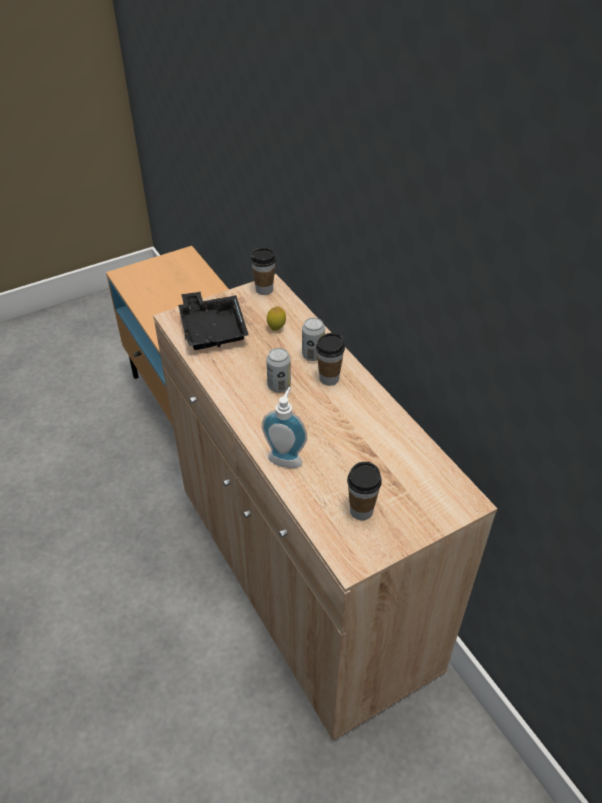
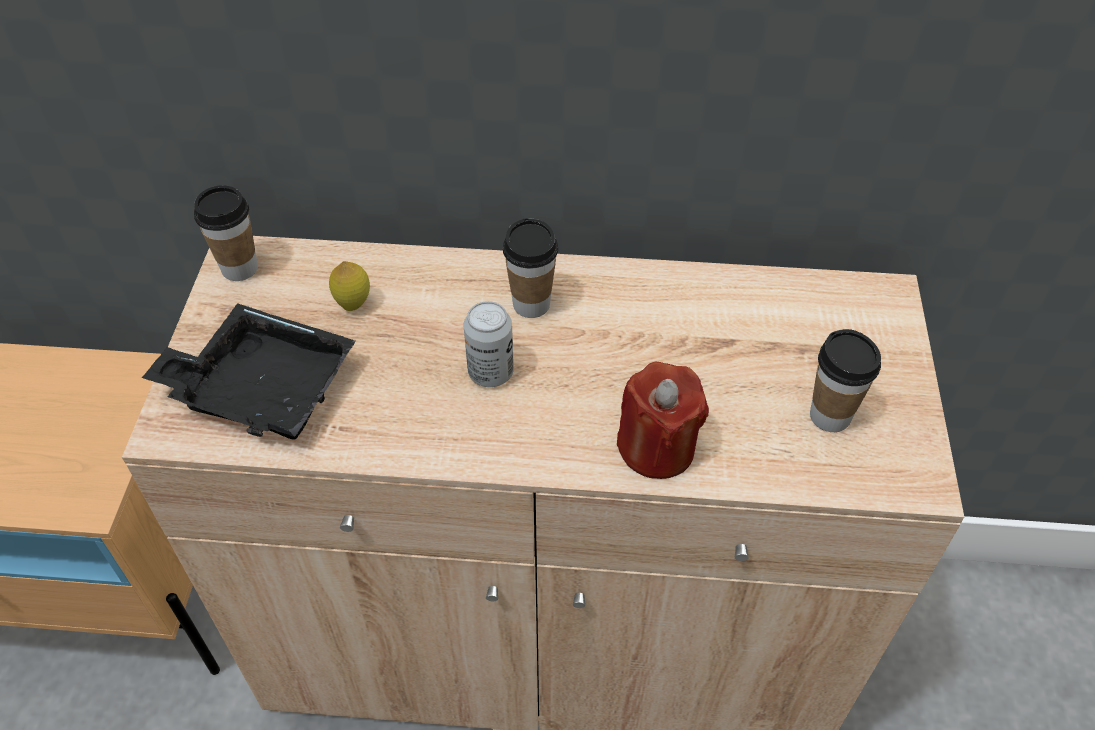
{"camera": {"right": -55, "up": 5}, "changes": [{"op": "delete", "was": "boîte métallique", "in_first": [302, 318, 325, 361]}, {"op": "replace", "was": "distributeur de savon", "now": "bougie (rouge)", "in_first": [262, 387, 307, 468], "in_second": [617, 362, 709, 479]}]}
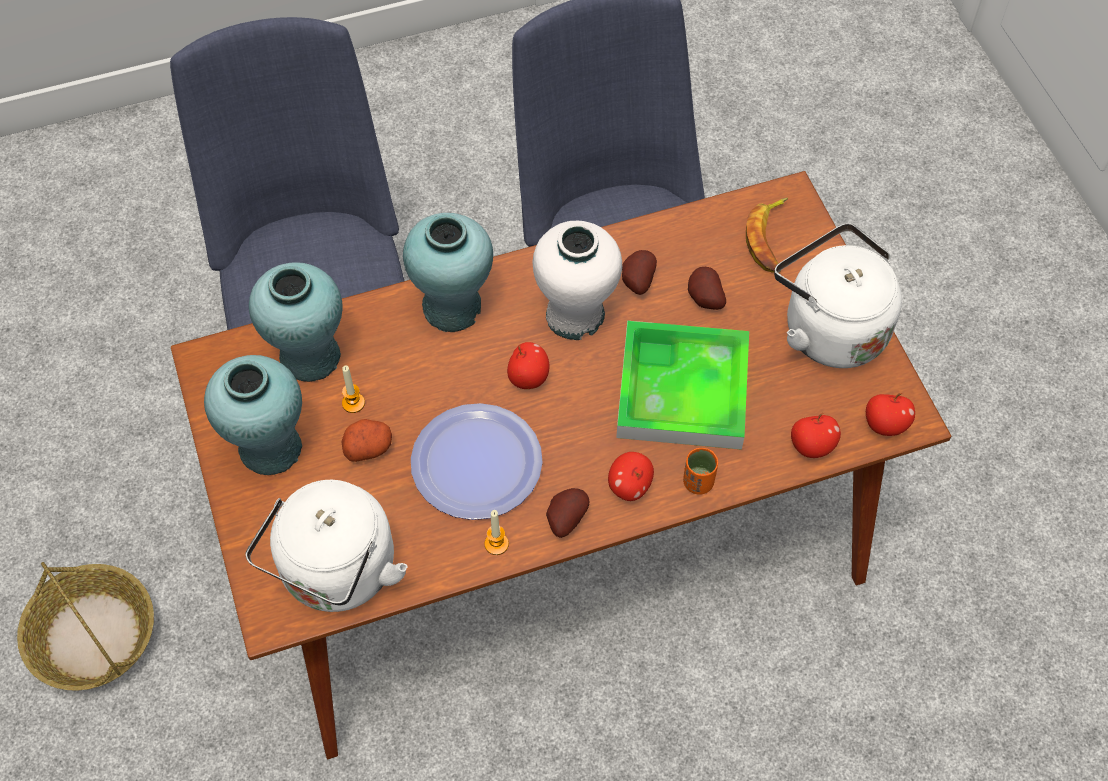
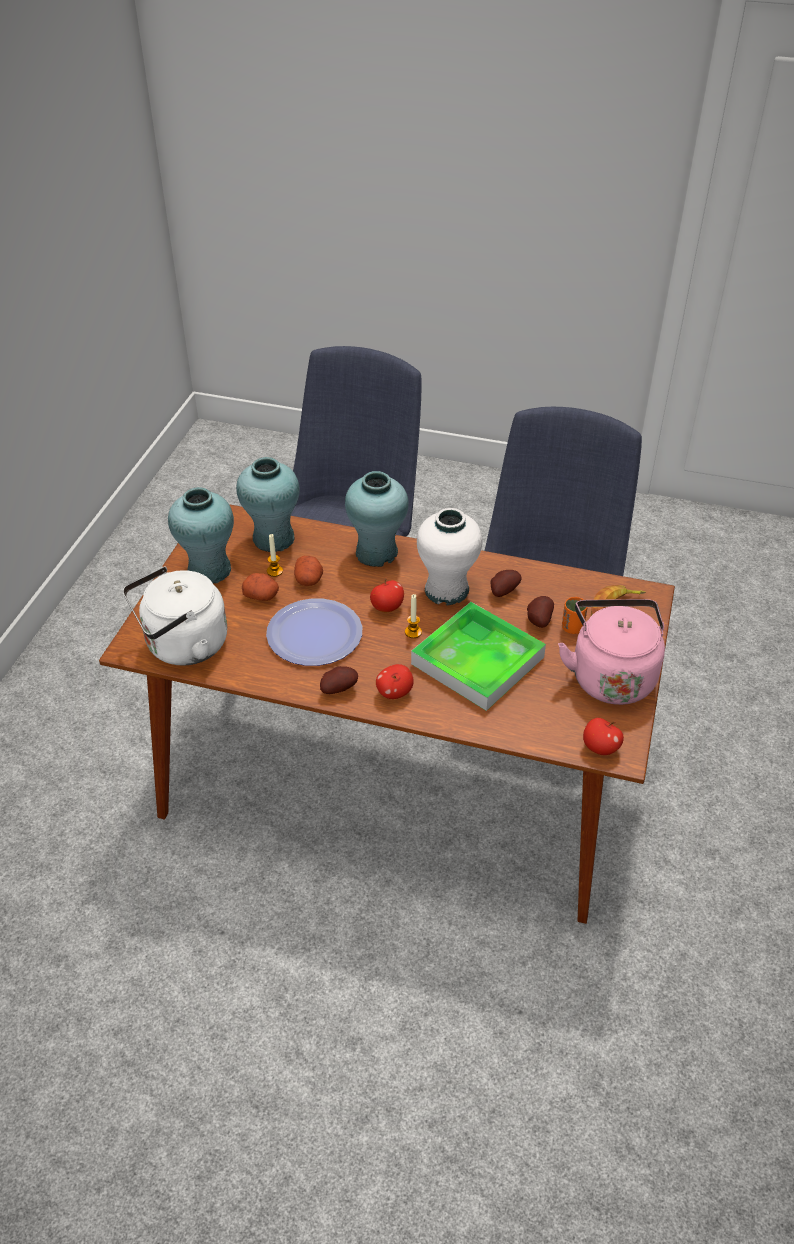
{"camera": {"right": 35, "up": -15}, "changes": [{"op": "delete", "was": "panier", "in_first": [17, 562, 154, 691]}, {"op": "delete", "was": "pomme", "in_first": [791, 413, 841, 458]}, {"op": "insert", "now": "pomme de terre", "in_second": [294, 556, 323, 586]}, {"op": "move", "was": "bougie", "in_first": [484, 510, 509, 555], "in_second": [405, 594, 422, 638]}, {"op": "move", "was": "tasse (orange)", "in_first": [683, 448, 718, 495], "in_second": [562, 597, 588, 634]}, {"op": "recolor", "was": "bouilloire (blanc)", "now": "bouilloire (rose)", "in_first": [774, 223, 902, 368], "in_second": [558, 599, 665, 705]}]}
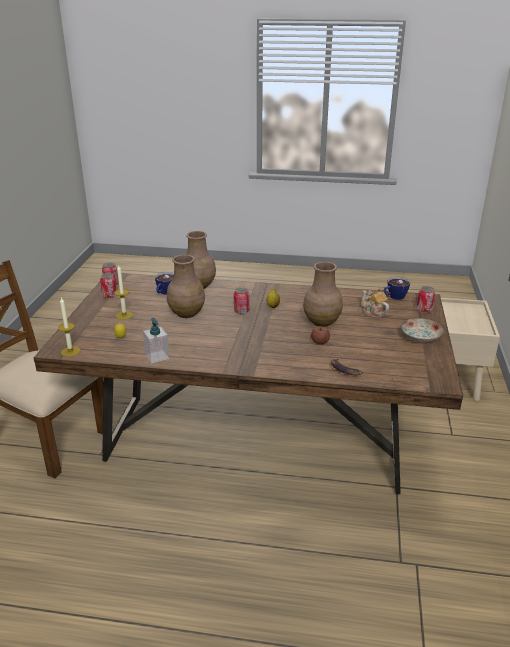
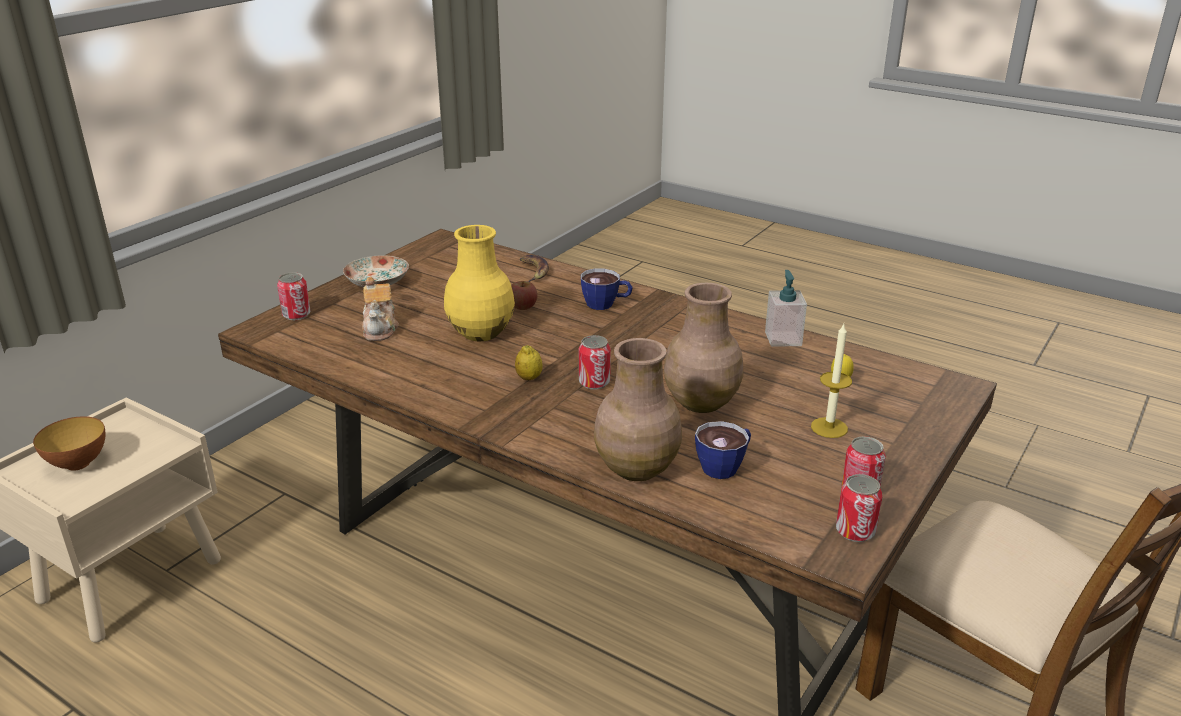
{"camera": {"right": -155, "up": 0}, "changes": [{"op": "delete", "was": "bougie", "in_first": [58, 297, 80, 357]}, {"op": "insert", "now": "bol", "in_second": [33, 416, 106, 471]}, {"op": "move", "was": "tasse", "in_first": [383, 277, 410, 300], "in_second": [581, 268, 632, 310]}, {"op": "recolor", "was": "vase (marron)", "now": "vase (jaune)", "in_first": [303, 262, 343, 327], "in_second": [444, 225, 515, 341]}]}
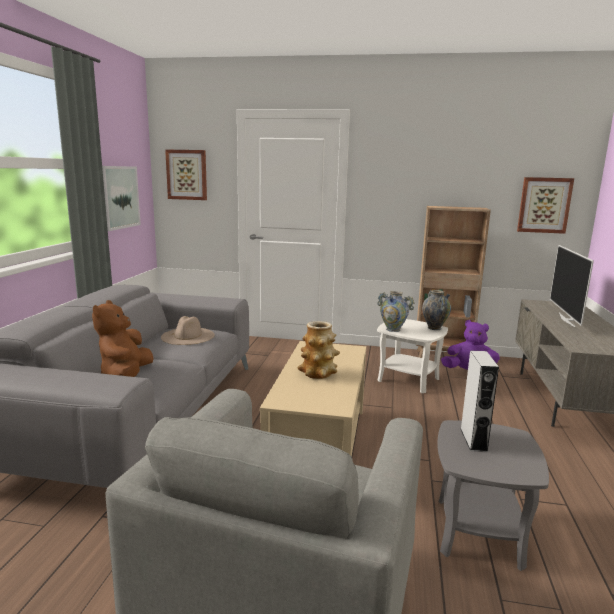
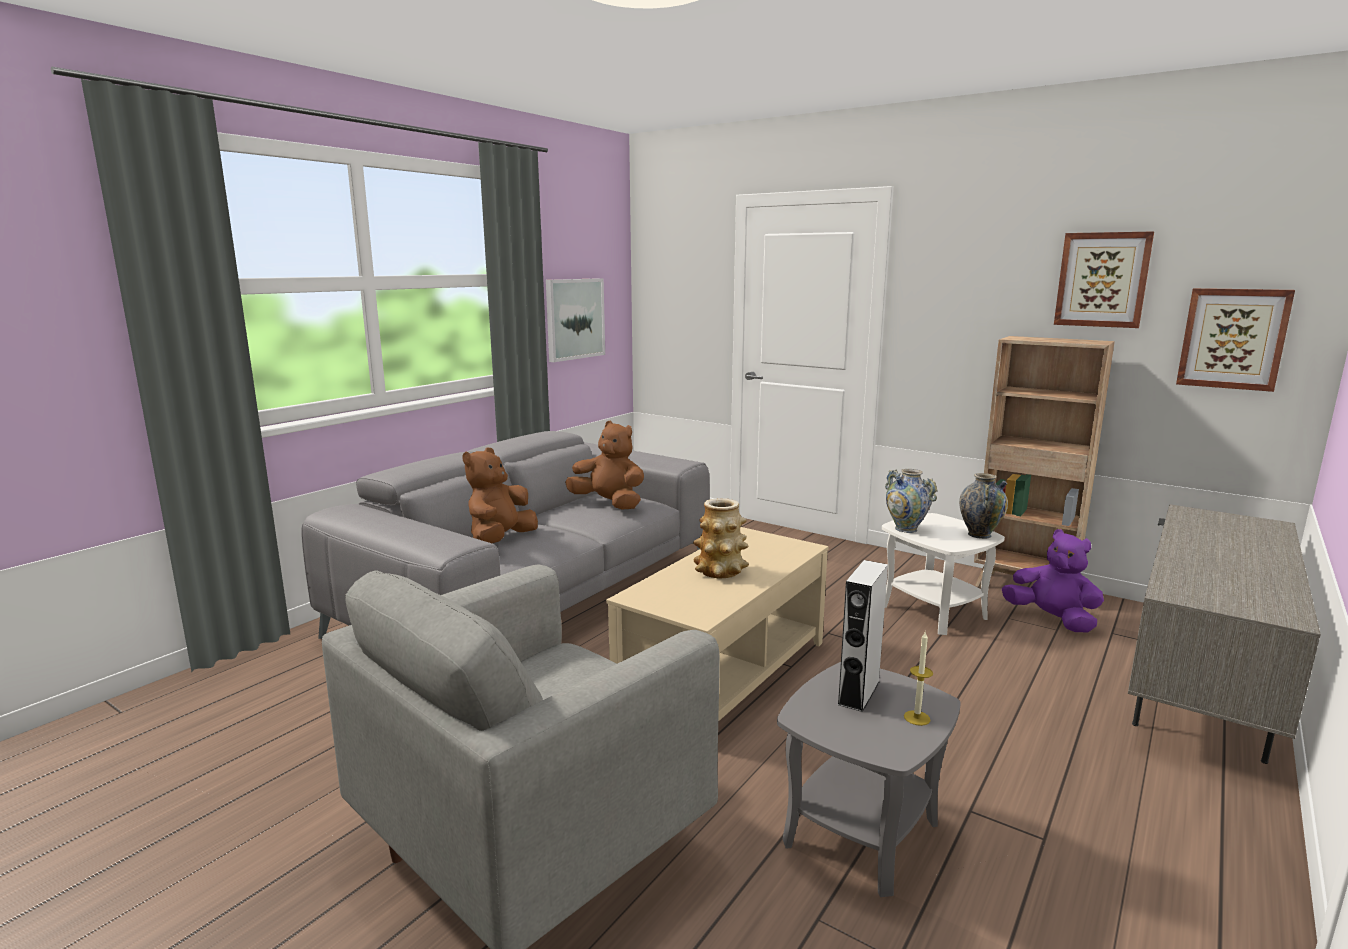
{"camera": {"right": 25, "up": 0}, "changes": [{"op": "delete", "was": "téléviseur", "in_first": [550, 245, 594, 327]}, {"op": "insert", "now": "bougie", "in_second": [904, 631, 933, 726]}, {"op": "move", "was": "tableau", "in_first": [165, 149, 207, 200], "in_second": [1054, 231, 1154, 328]}, {"op": "replace", "was": "chapeau (beige)", "now": "peluche (marron)", "in_first": [161, 316, 215, 345], "in_second": [565, 421, 644, 510]}]}
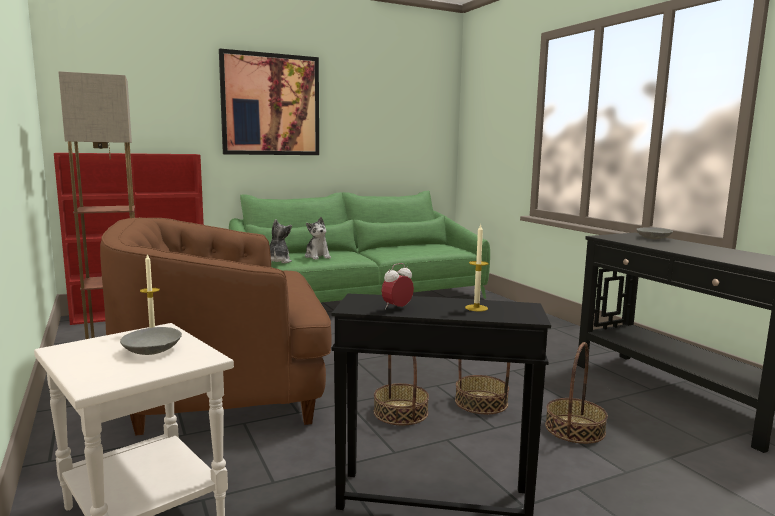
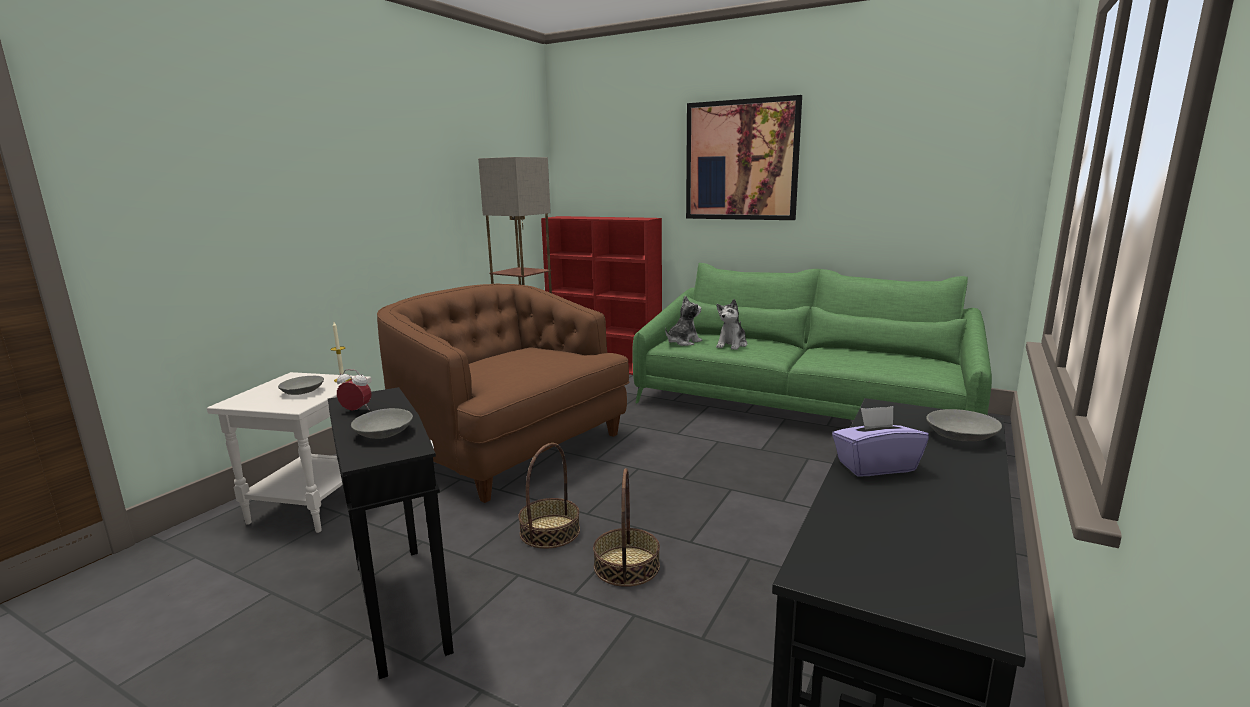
{"camera": {"right": 55, "up": 5}, "changes": [{"op": "delete", "was": "panier", "in_first": [545, 342, 608, 444]}, {"op": "insert", "now": "boîte à mouchoirs (violet)", "in_second": [832, 406, 929, 477]}, {"op": "replace", "was": "bougie", "now": "bol (gris)", "in_first": [465, 225, 489, 311], "in_second": [351, 408, 413, 439]}]}
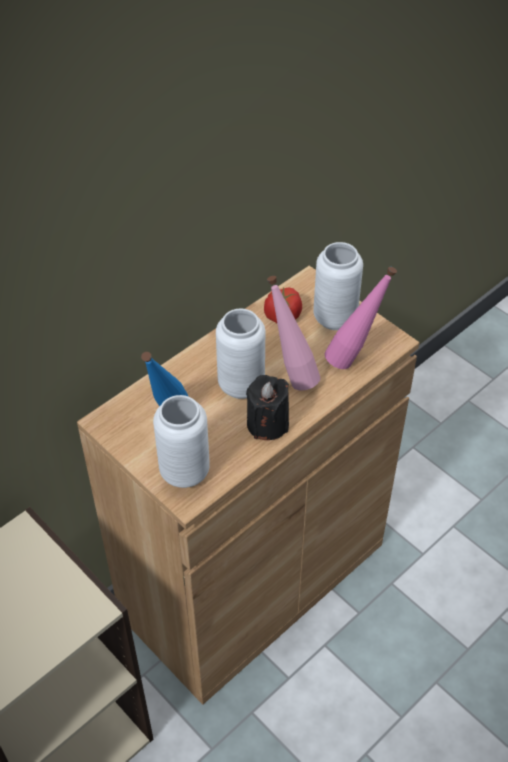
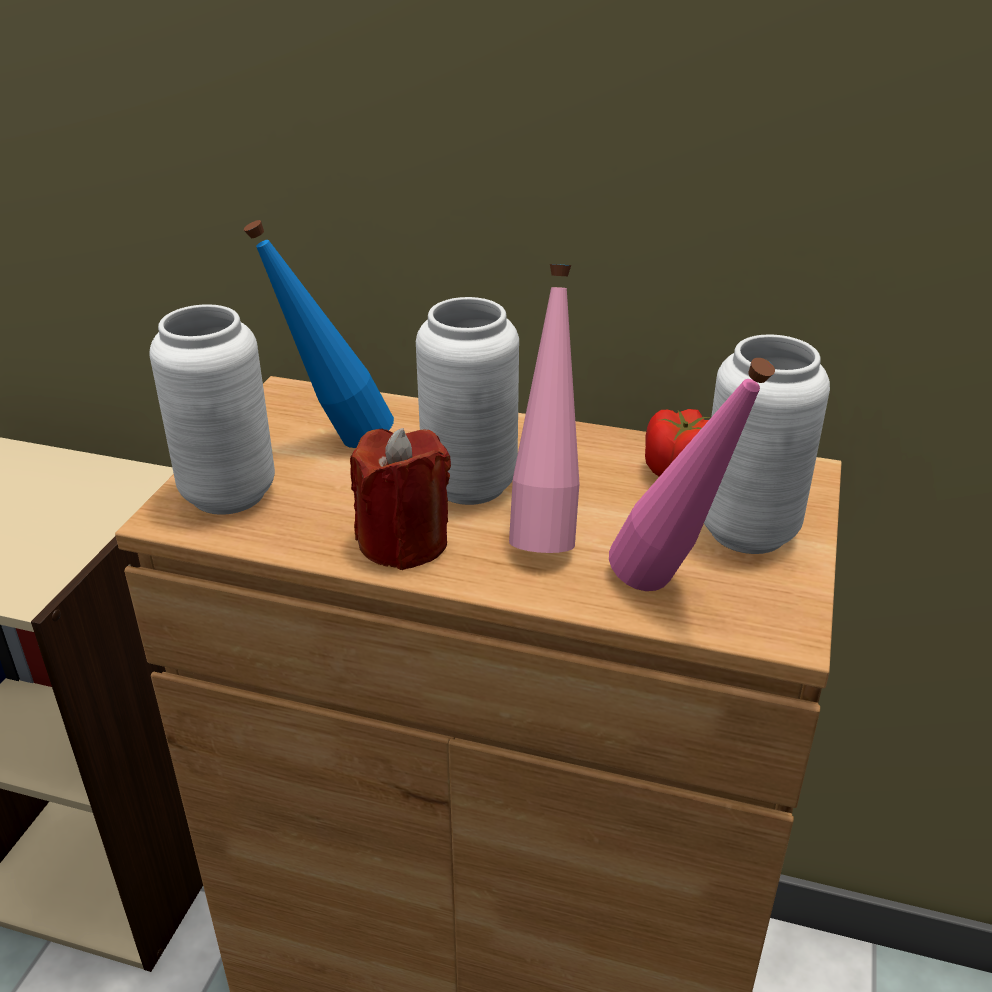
{"camera": {"right": 60, "up": -15}, "changes": [{"op": "recolor", "was": "bougie (noir)", "now": "bougie (rouge)", "in_first": [246, 375, 289, 440], "in_second": [350, 428, 451, 570]}]}
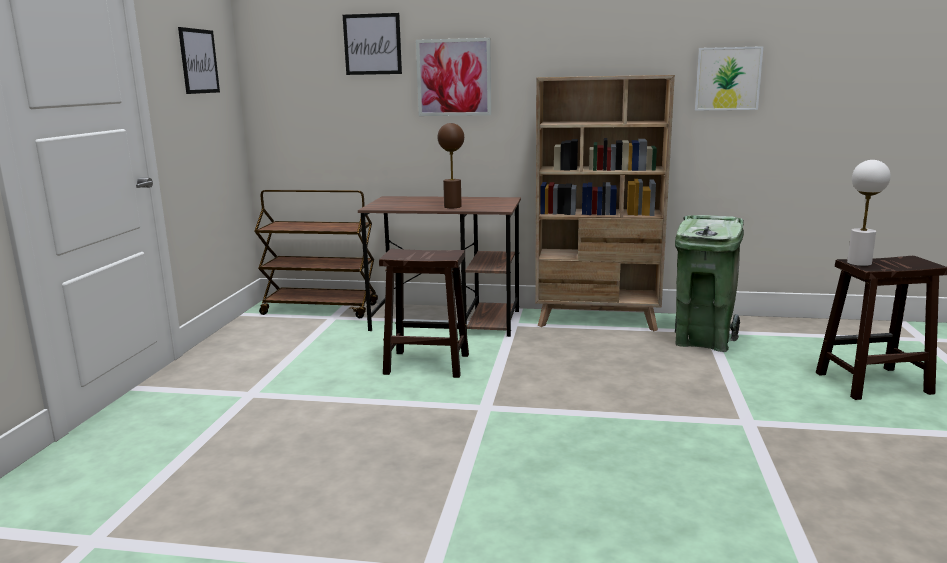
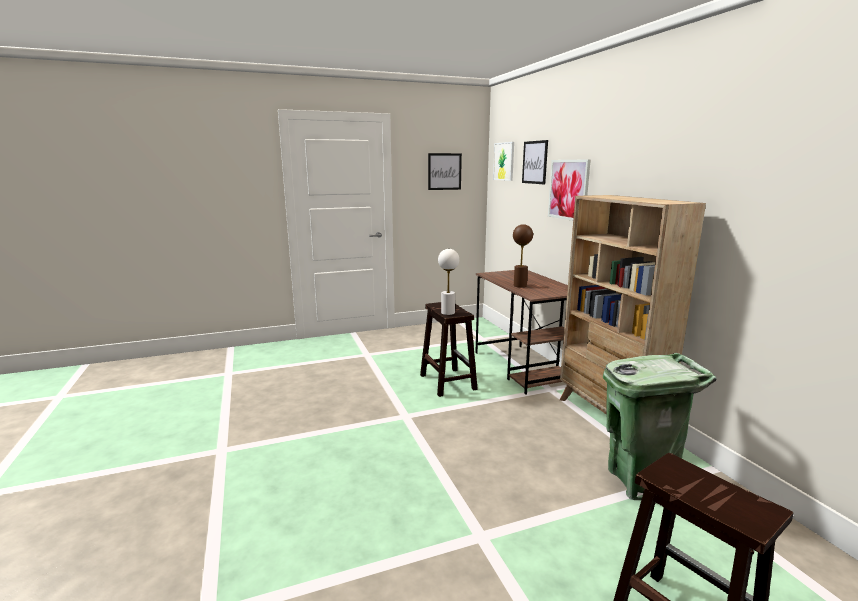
{"camera": {"right": 60, "up": 0}, "changes": [{"op": "delete", "was": "chariot (marron)", "in_first": [254, 190, 378, 318]}, {"op": "move", "was": "tableau", "in_first": [695, 46, 764, 111], "in_second": [493, 142, 514, 181]}, {"op": "move", "was": "lampe de table (blanc)", "in_first": [847, 160, 890, 266], "in_second": [438, 249, 459, 315]}]}
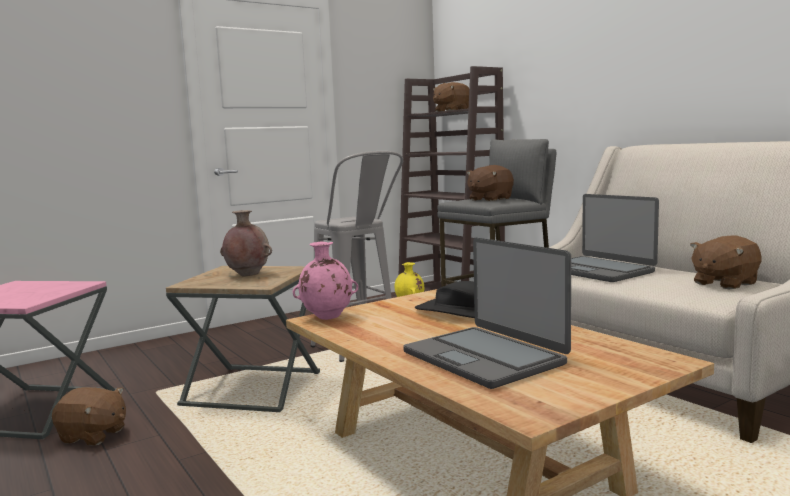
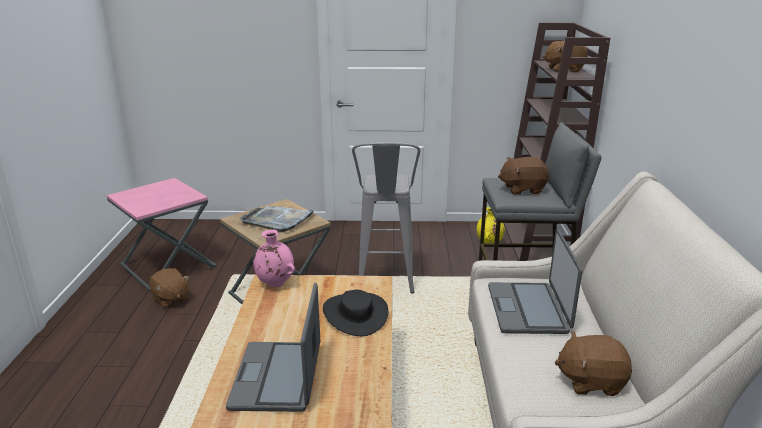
{"camera": {"right": 35, "up": 15}, "changes": [{"op": "replace", "was": "vase (marron)", "now": "plateau (gris)", "in_first": [220, 210, 272, 276], "in_second": [240, 206, 315, 232]}]}
